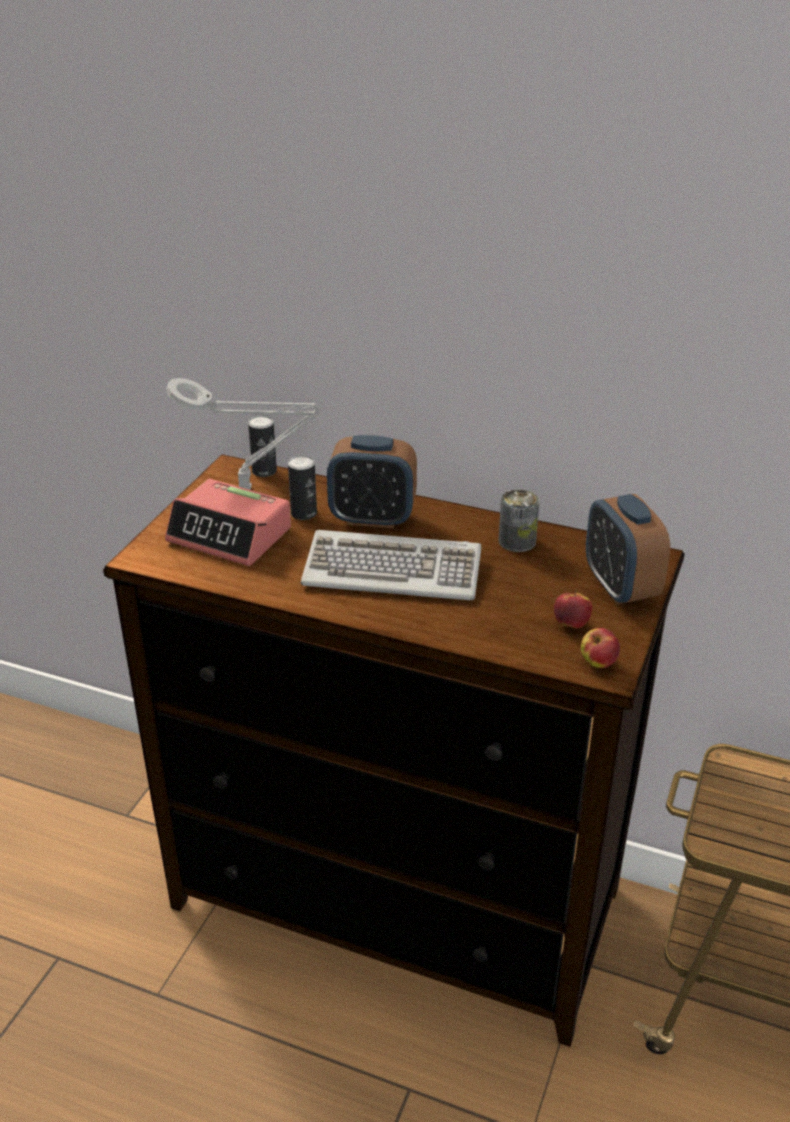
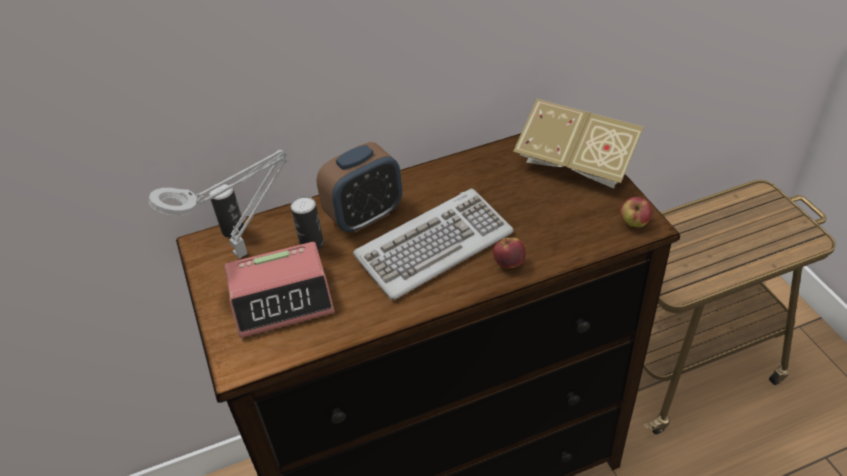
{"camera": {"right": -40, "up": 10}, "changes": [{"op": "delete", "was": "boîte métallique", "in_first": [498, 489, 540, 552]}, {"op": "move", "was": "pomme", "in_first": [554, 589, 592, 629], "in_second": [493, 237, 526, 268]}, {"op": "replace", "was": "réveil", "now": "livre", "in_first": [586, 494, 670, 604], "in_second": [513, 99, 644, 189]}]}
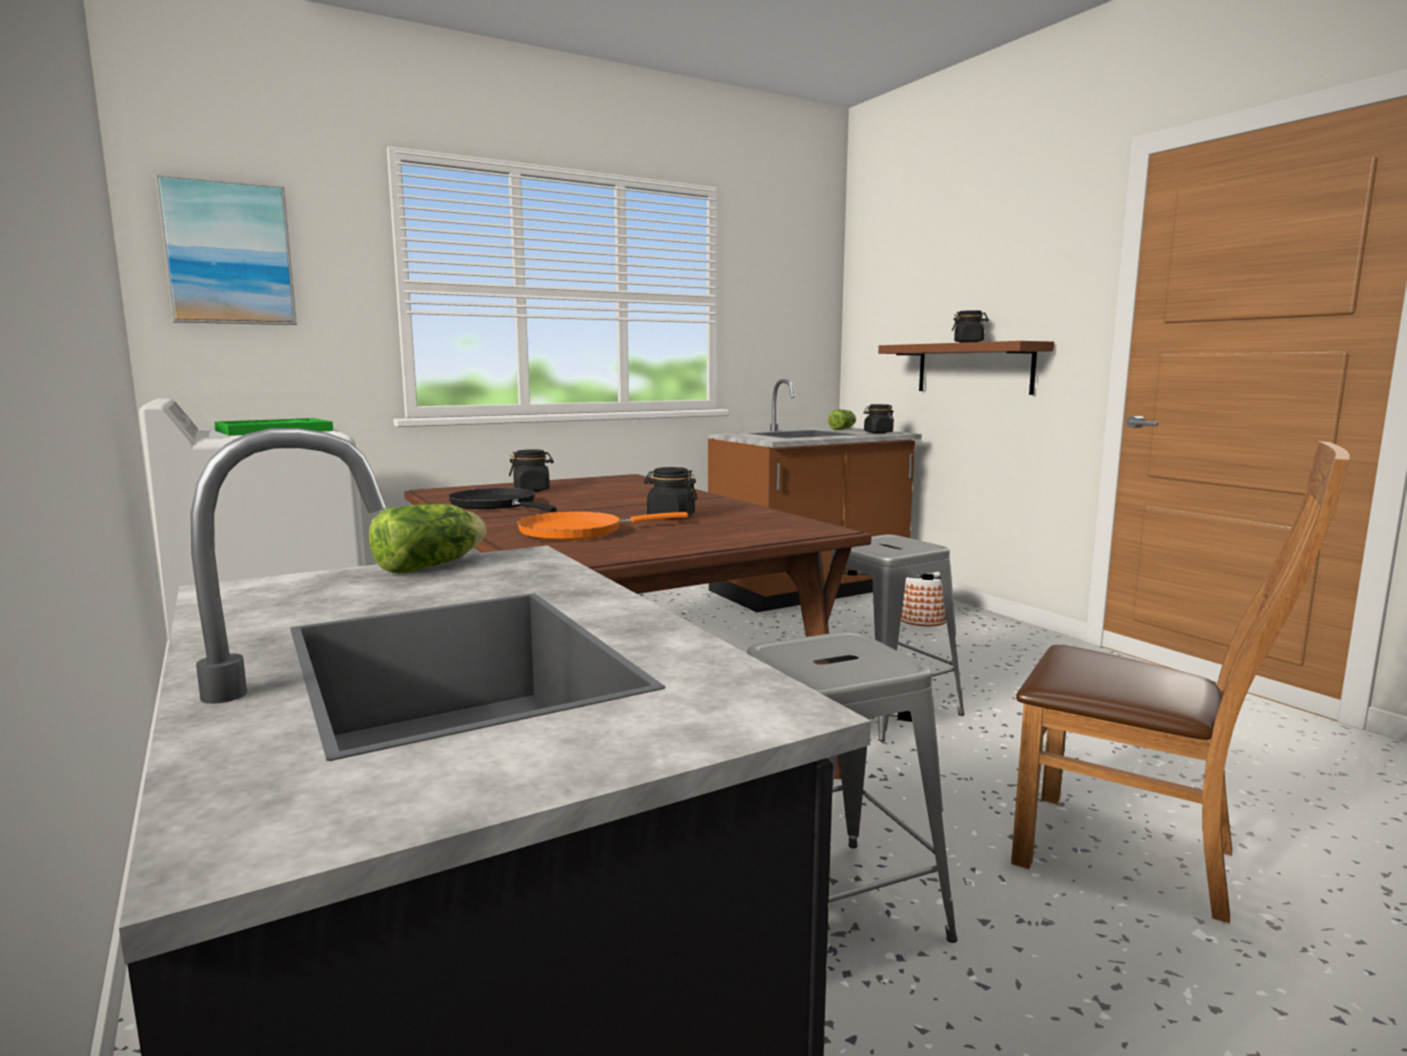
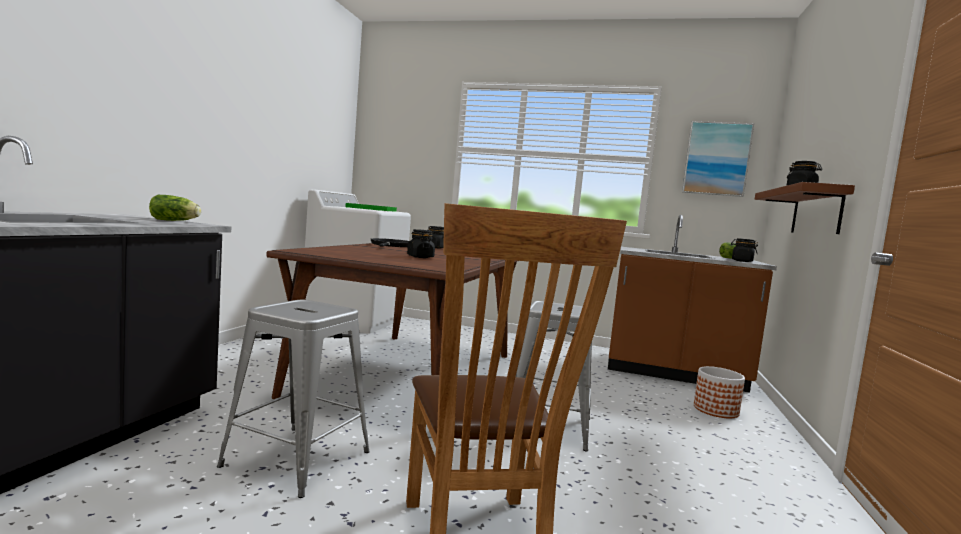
{"camera": {"right": 45, "up": -5}, "changes": [{"op": "delete", "was": "poêle (orange)", "in_first": [517, 511, 688, 540]}, {"op": "move", "was": "tableau", "in_first": [155, 174, 297, 325], "in_second": [682, 121, 754, 197]}]}
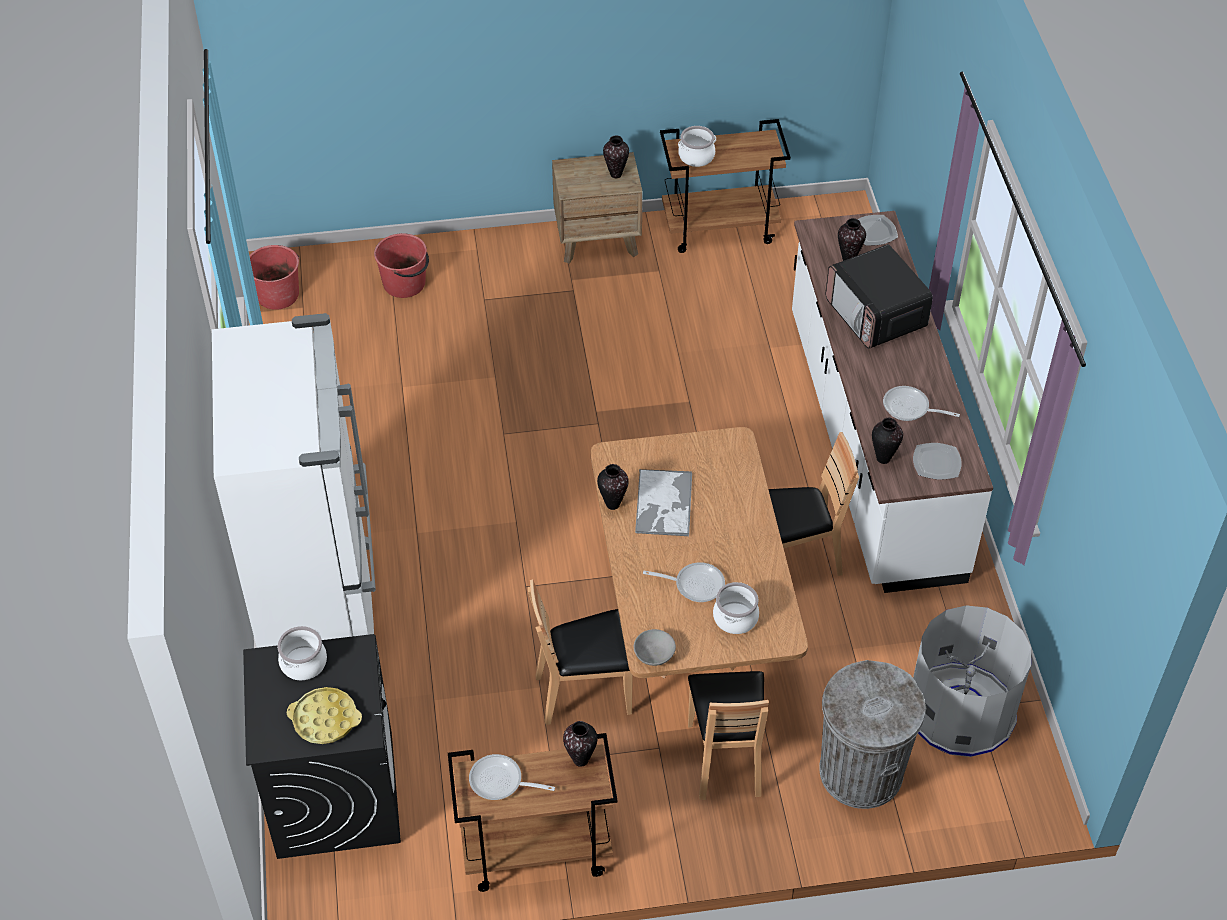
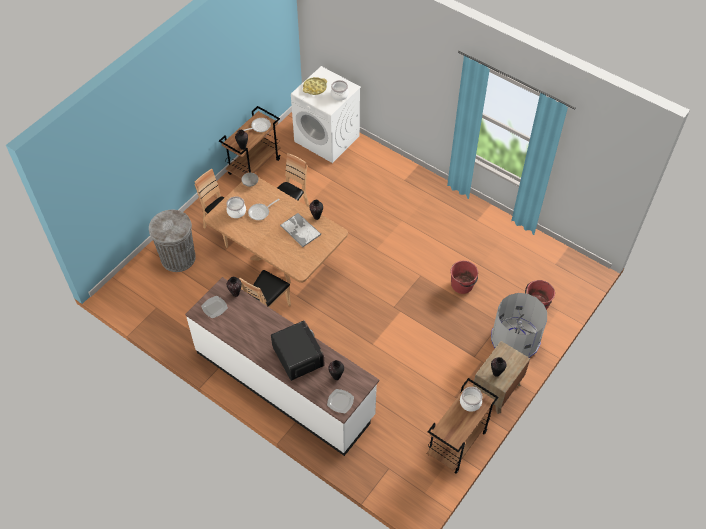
{"camera": {"right": 135, "up": 5}, "changes": [{"op": "delete", "was": "réfrigérateur (blanc)", "in_first": [212, 313, 376, 648]}, {"op": "delete", "was": "poêle", "in_first": [883, 386, 960, 421]}, {"op": "move", "was": "seau (rouge)", "in_first": [249, 245, 299, 310], "in_second": [450, 261, 478, 294]}, {"op": "move", "was": "poubelle (gris)", "in_first": [913, 605, 1031, 757], "in_second": [491, 293, 547, 358]}, {"op": "recolor", "was": "lave-linge (noir)", "now": "lave-linge (blanc)", "in_first": [243, 634, 401, 859], "in_second": [291, 66, 361, 163]}, {"op": "rotate", "was": "micro-ondes", "in_first": [826, 244, 933, 349], "in_second": [271, 320, 325, 381], "clockwise": 45}]}
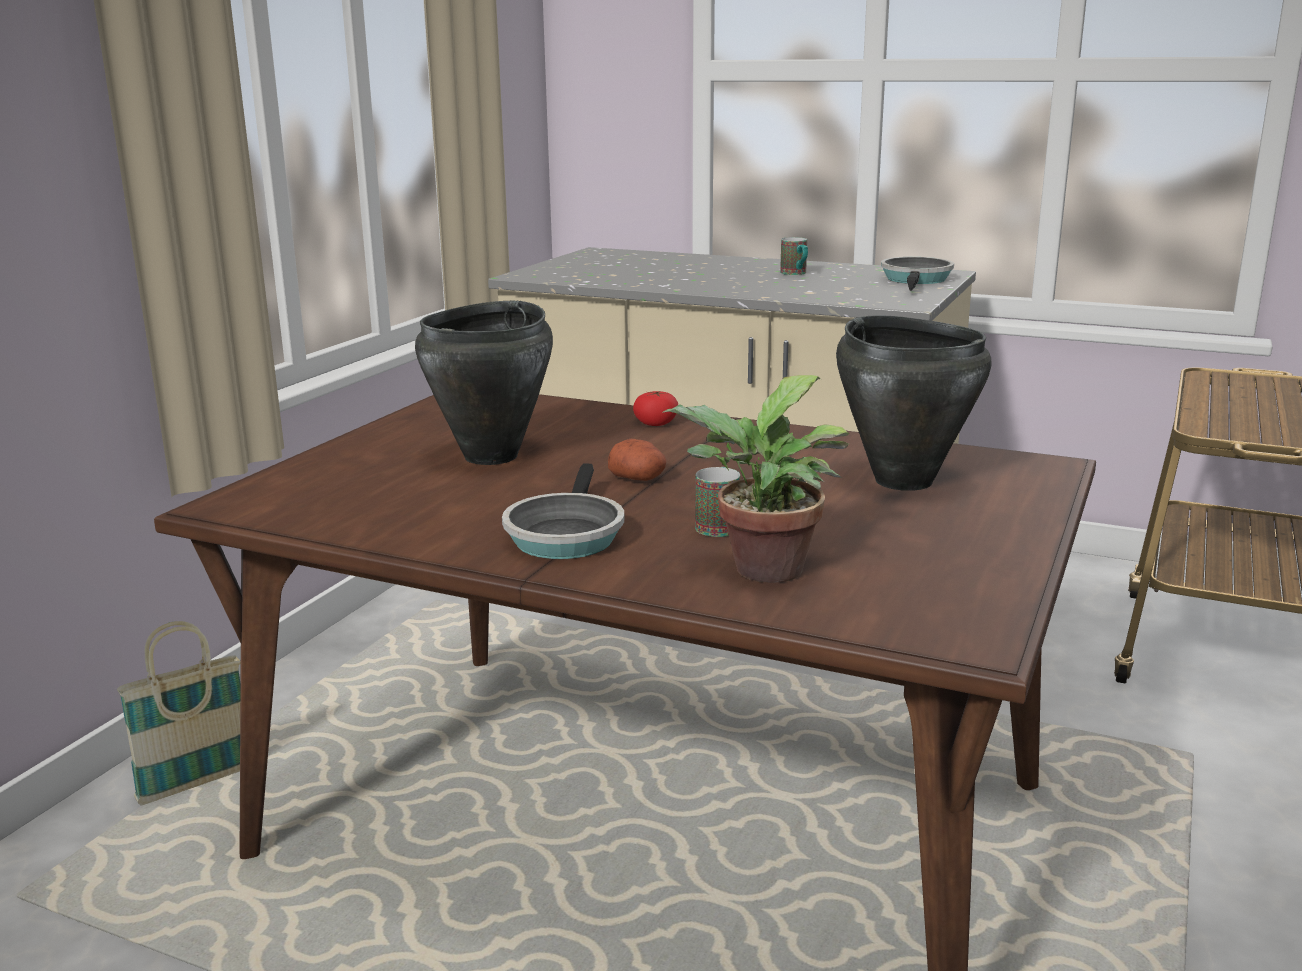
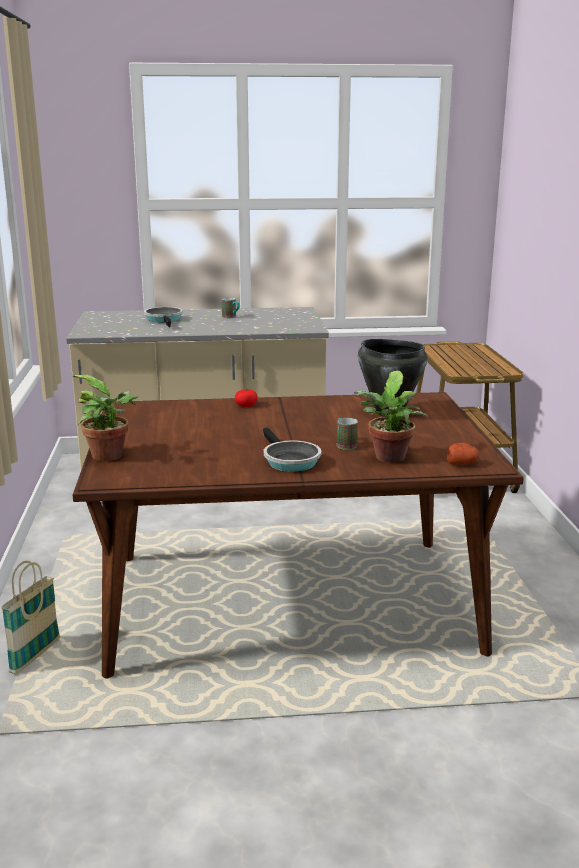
{"camera": {"right": -30, "up": 0}, "changes": [{"op": "delete", "was": "marmite (noir)", "in_first": [415, 300, 553, 465]}, {"op": "insert", "now": "plante en pot", "in_second": [73, 375, 138, 461]}, {"op": "move", "was": "pomme de terre", "in_first": [608, 439, 666, 481], "in_second": [447, 443, 479, 465]}, {"op": "move", "was": "poêle", "in_first": [881, 257, 954, 291], "in_second": [144, 307, 183, 327]}]}
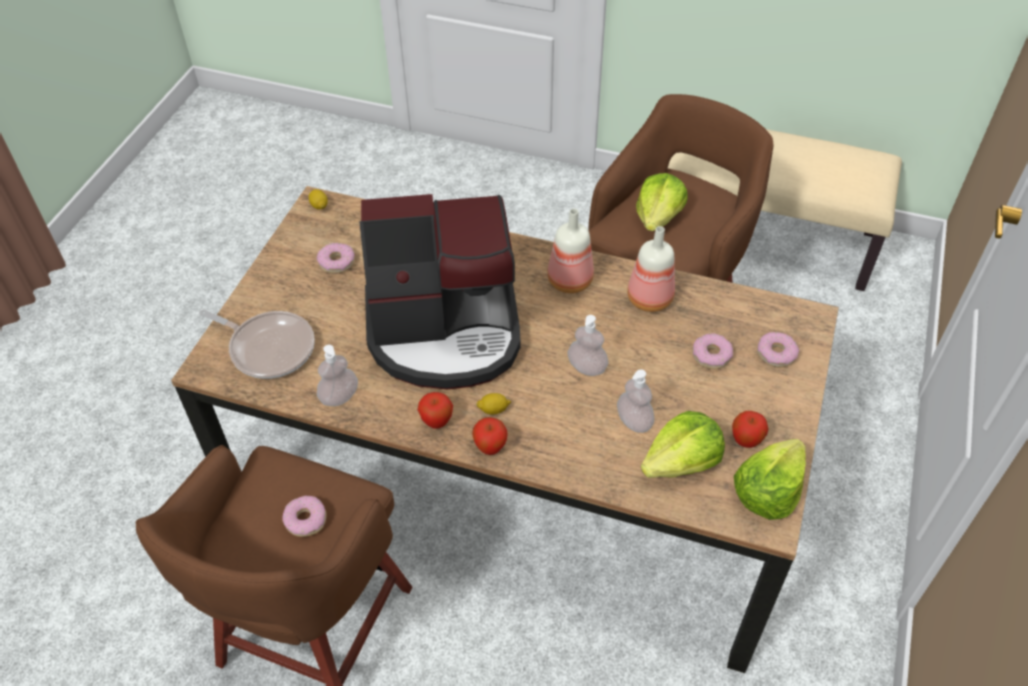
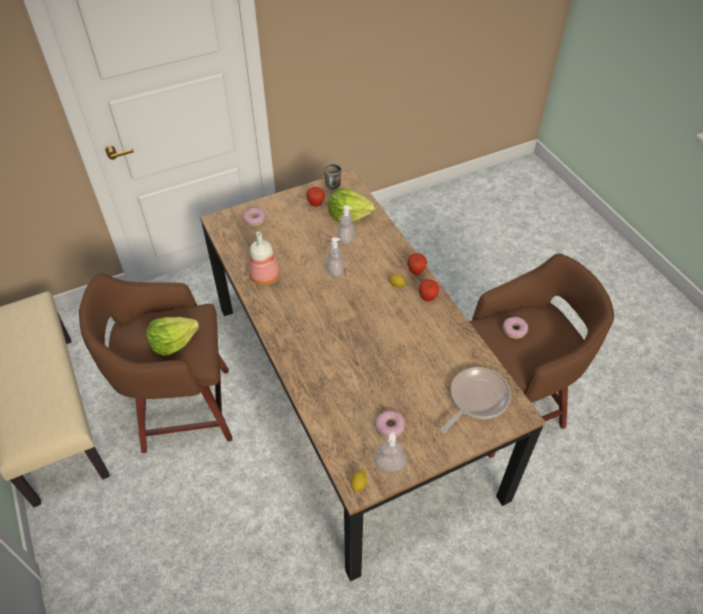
{"camera": {"right": -135, "up": 0}, "changes": [{"op": "delete", "was": "machine à café", "in_first": [360, 194, 520, 389]}, {"op": "delete", "was": "bouteille", "in_first": [547, 209, 594, 293]}, {"op": "delete", "was": "beignet", "in_first": [692, 333, 733, 369]}, {"op": "move", "was": "distributeur de savon", "in_first": [317, 345, 358, 406], "in_second": [374, 431, 407, 472]}, {"op": "replace", "was": "laitue", "now": "mug", "in_first": [734, 439, 806, 520], "in_second": [324, 163, 342, 189]}, {"op": "rotate", "was": "poêle", "in_first": [199, 309, 315, 379], "in_second": [440, 367, 511, 433], "clockwise": 60}]}
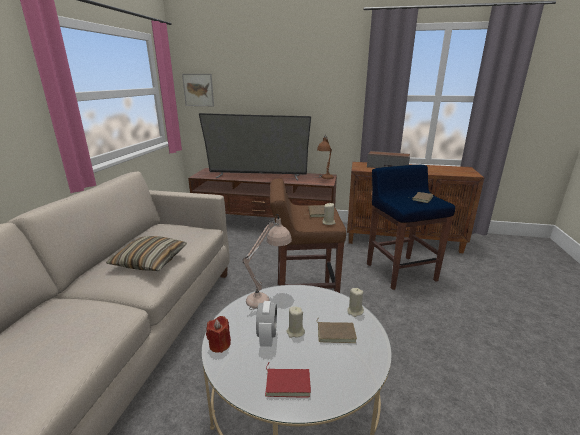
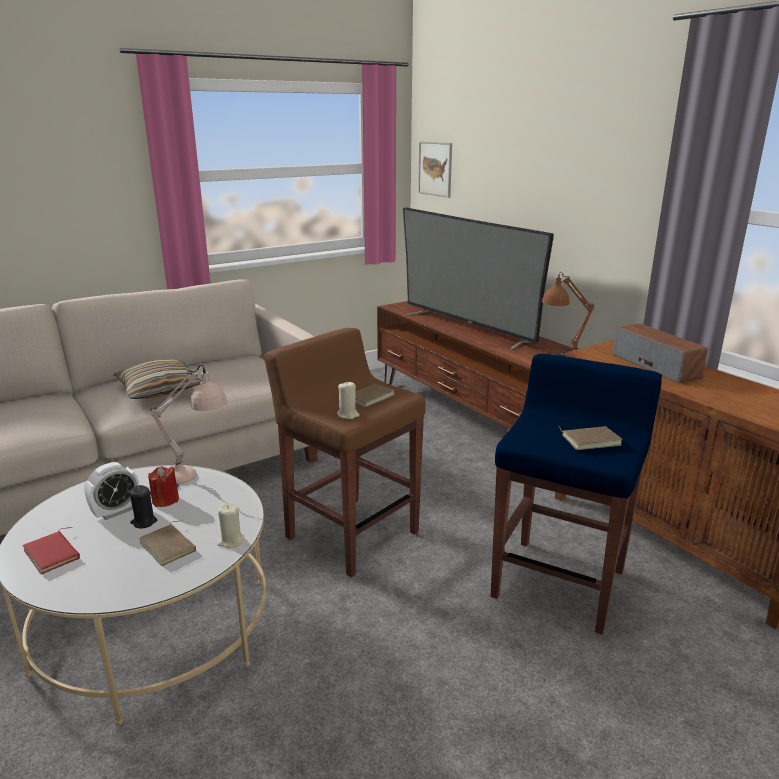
{"camera": {"right": 45, "up": 0}, "changes": [{"op": "move", "was": "bougie (rouge)", "in_first": [206, 316, 231, 353], "in_second": [148, 466, 179, 507]}, {"op": "recolor", "was": "bougie (beige)", "now": "bougie (noir)", "in_first": [286, 306, 305, 338], "in_second": [129, 485, 157, 528]}]}
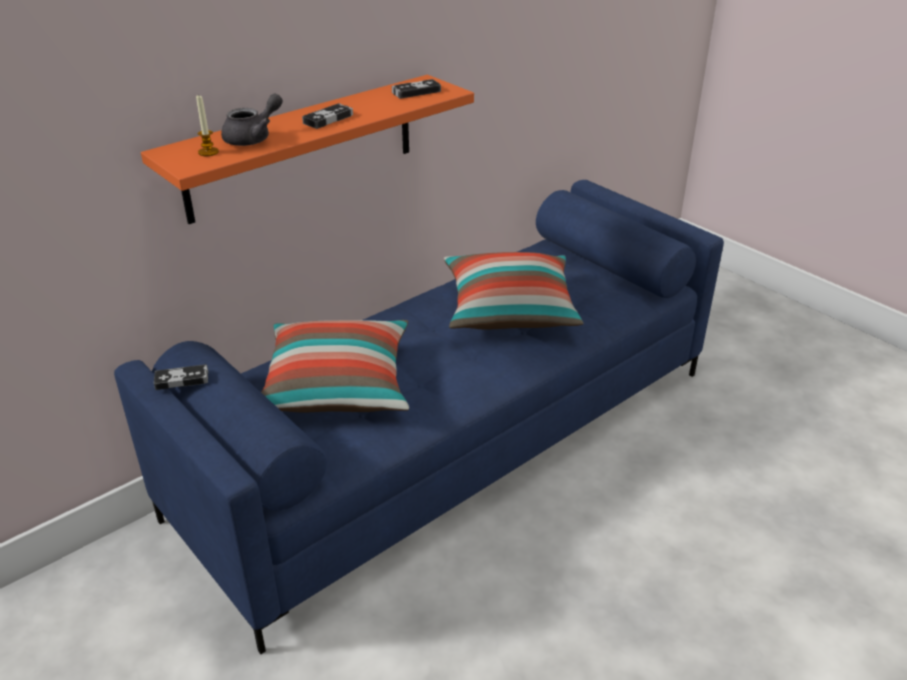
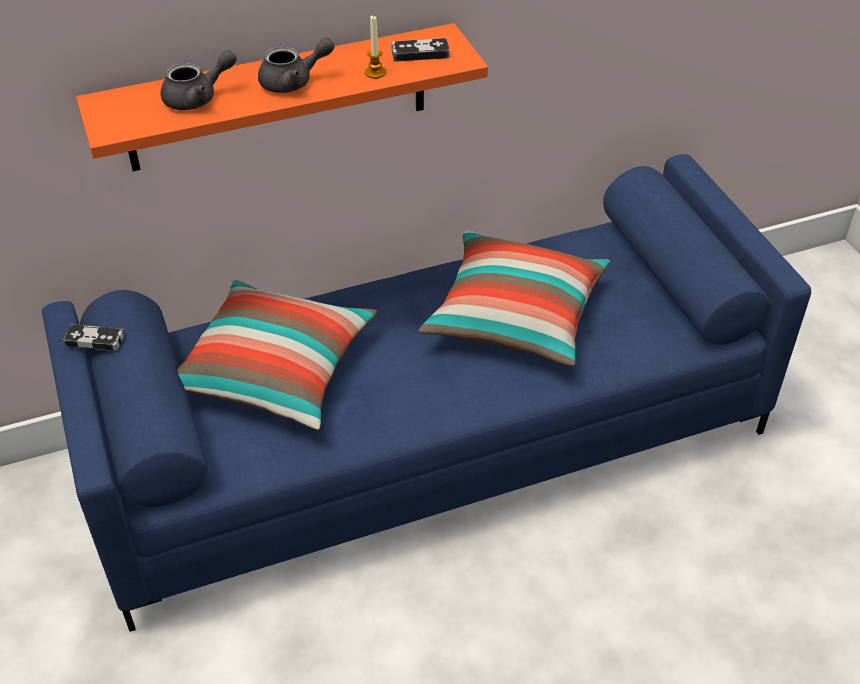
{"camera": {"right": 20, "up": 10}, "changes": [{"op": "move", "was": "bougie", "in_first": [196, 96, 219, 156], "in_second": [365, 15, 386, 78]}, {"op": "replace", "was": "manette", "now": "théière (gris)", "in_first": [302, 103, 353, 129], "in_second": [258, 38, 334, 93]}]}
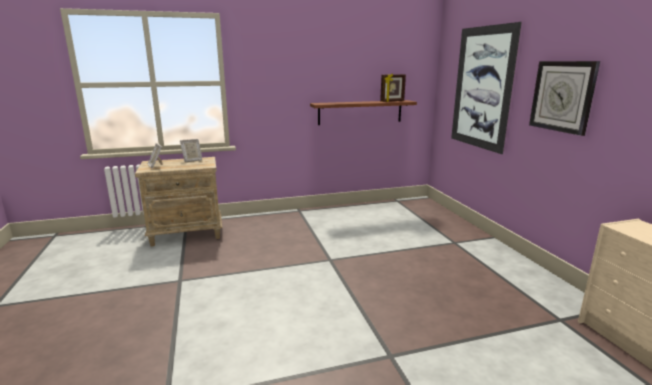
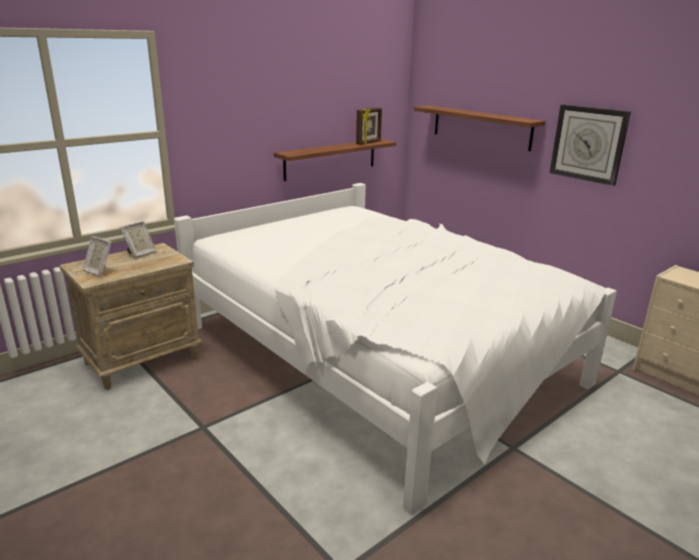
{"camera": {"right": -25, "up": 5}, "changes": [{"op": "insert", "now": "lit (blanc)", "in_second": [174, 183, 617, 515]}, {"op": "replace", "was": "tableau", "now": "étagère", "in_first": [451, 22, 522, 154], "in_second": [414, 105, 546, 151]}]}
